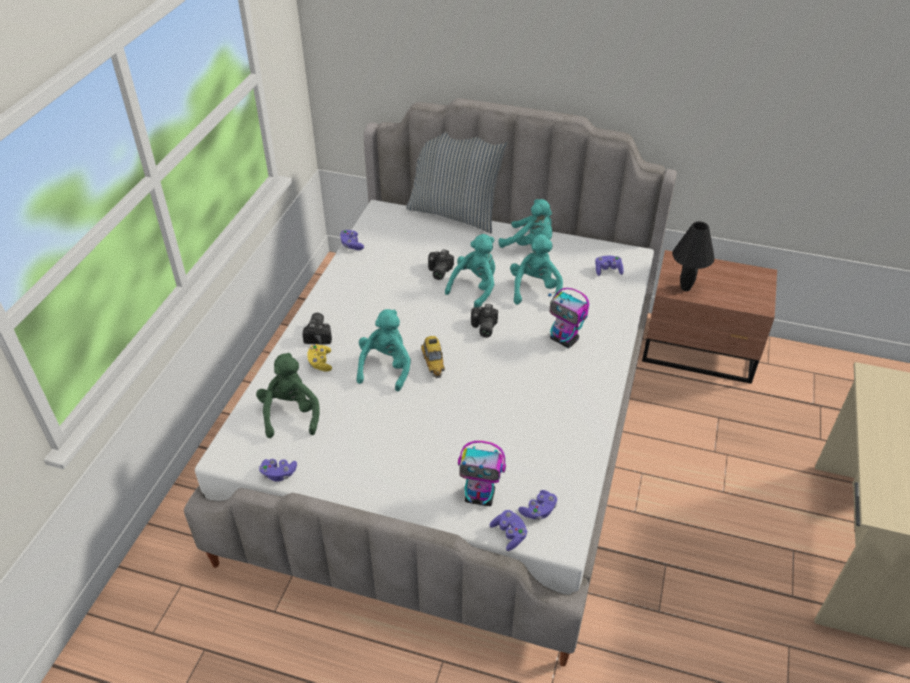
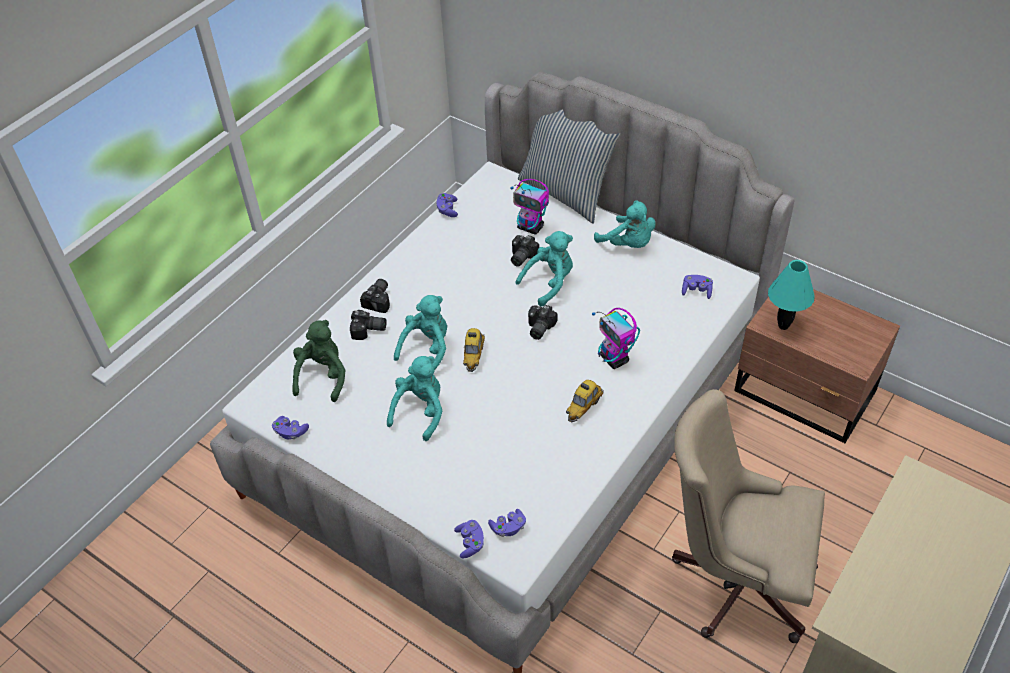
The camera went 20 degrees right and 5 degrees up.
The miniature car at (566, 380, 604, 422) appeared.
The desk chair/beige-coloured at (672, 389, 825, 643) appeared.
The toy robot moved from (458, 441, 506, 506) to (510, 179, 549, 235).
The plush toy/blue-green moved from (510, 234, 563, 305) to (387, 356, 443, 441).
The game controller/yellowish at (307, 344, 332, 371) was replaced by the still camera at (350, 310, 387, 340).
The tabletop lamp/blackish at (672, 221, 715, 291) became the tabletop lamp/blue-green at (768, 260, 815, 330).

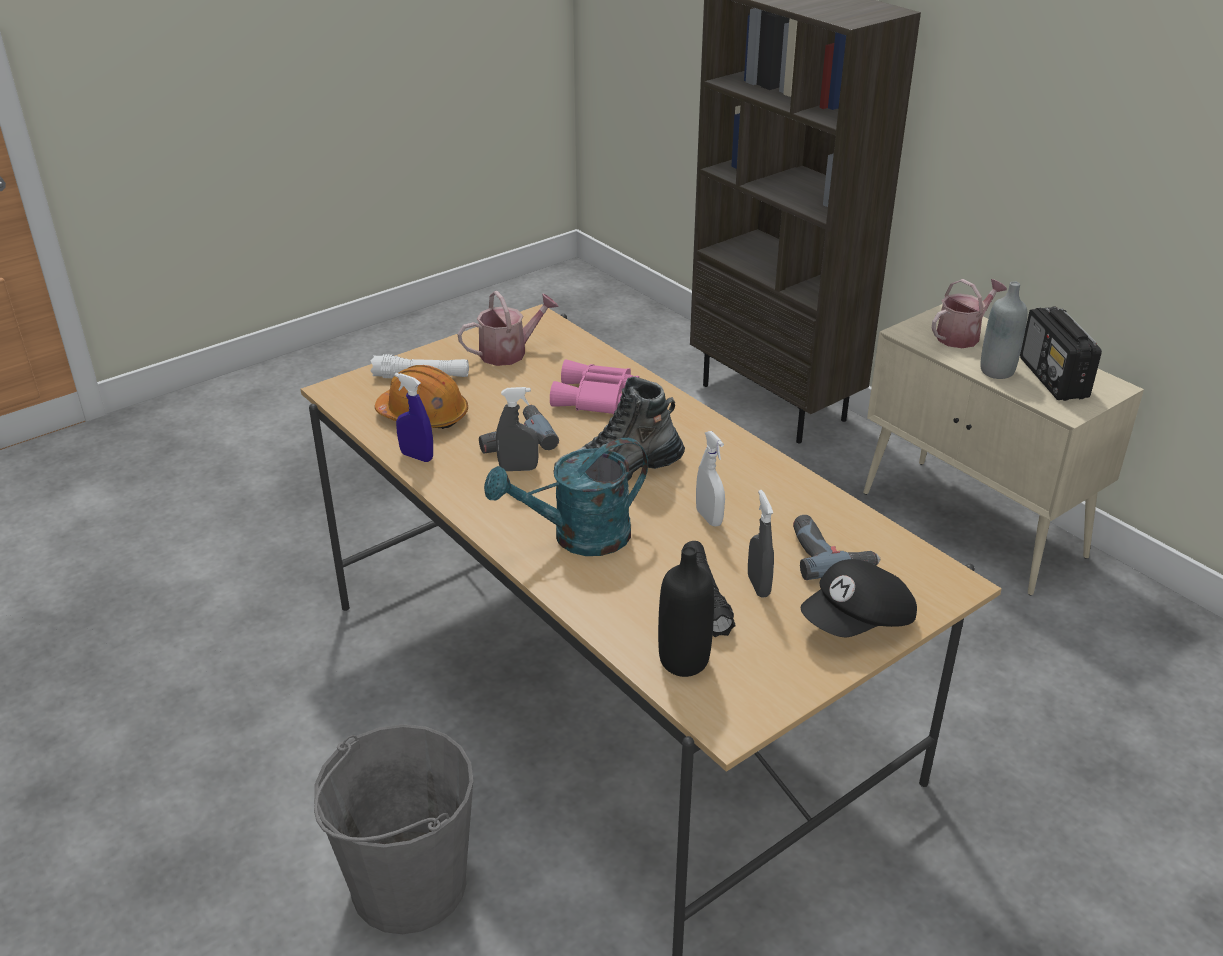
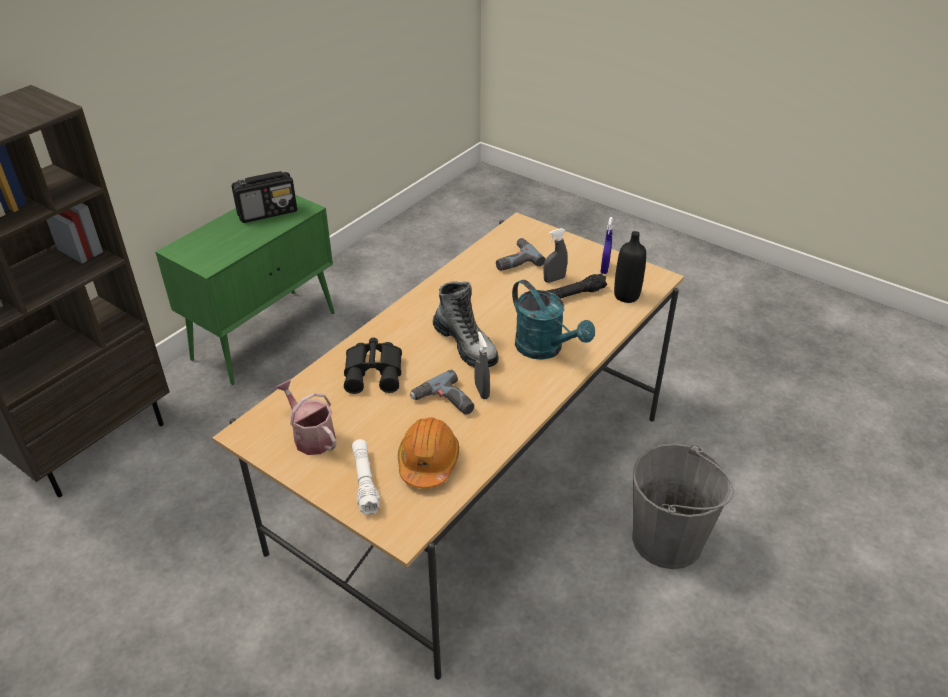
The camera went 105 degrees left and 5 degrees up.
The spray bottle/white at (696, 431, 725, 527) disappeared.
The peaked cap/blackish at (801, 559, 917, 637) disappeared.
The watering pot at (932, 279, 1007, 348) disappeared.
The bottle/grey at (981, 281, 1027, 379) disappeared.
The spray bottle/bluish moved from (395, 373, 433, 462) to (601, 217, 613, 274).
The field glasses/pinkish at (550, 359, 640, 415) became the field glasses/blackish at (344, 338, 402, 394).
The cabinet/beige-coloured at (863, 304, 1144, 595) became the cabinet/green-coloured at (155, 195, 335, 385).

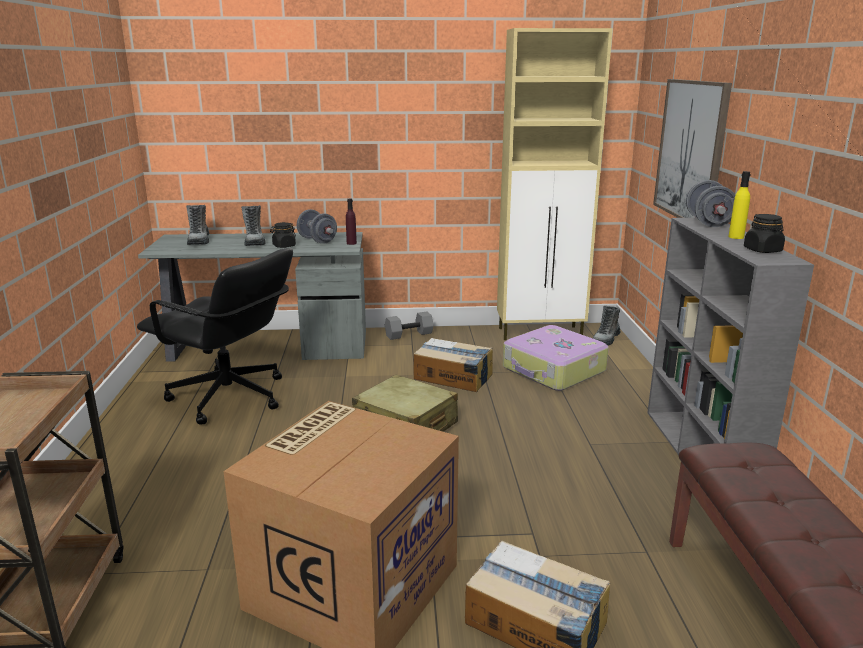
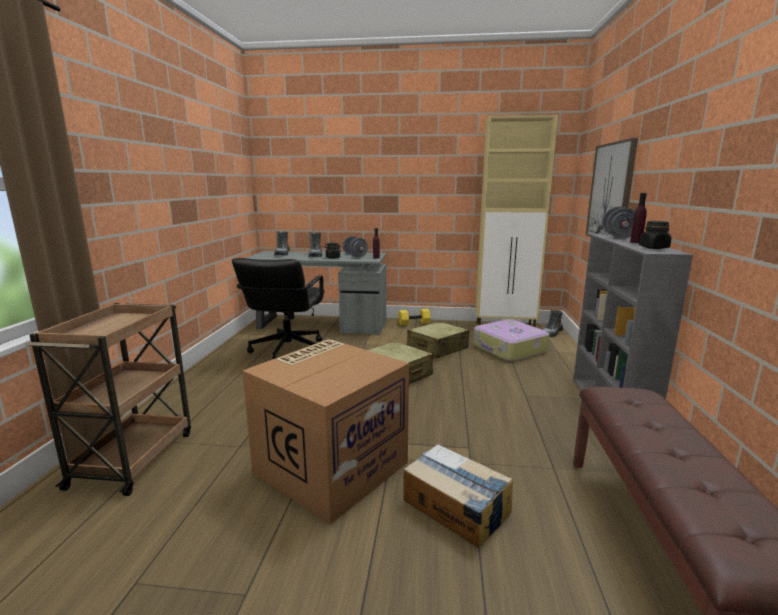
The camera went 10 degrees right and 5 degrees down.
The carton at (413, 338, 493, 392) was replaced by the piece of luggage/beige-coloured at (407, 322, 469, 358).
The hand weight/grey at (385, 312, 434, 340) became the hand weight/yellowish at (398, 309, 431, 325).
The bottle/yellowish at (728, 171, 751, 239) became the bottle/purple-coloured at (630, 193, 647, 243).
The desk chair/blackish at (137, 248, 293, 425) turned 60 degrees clockwise.

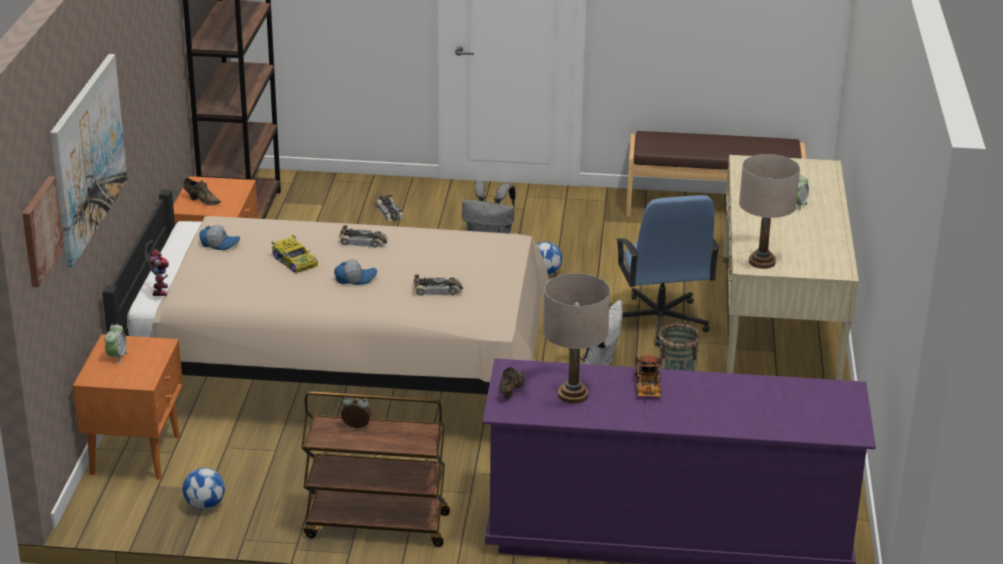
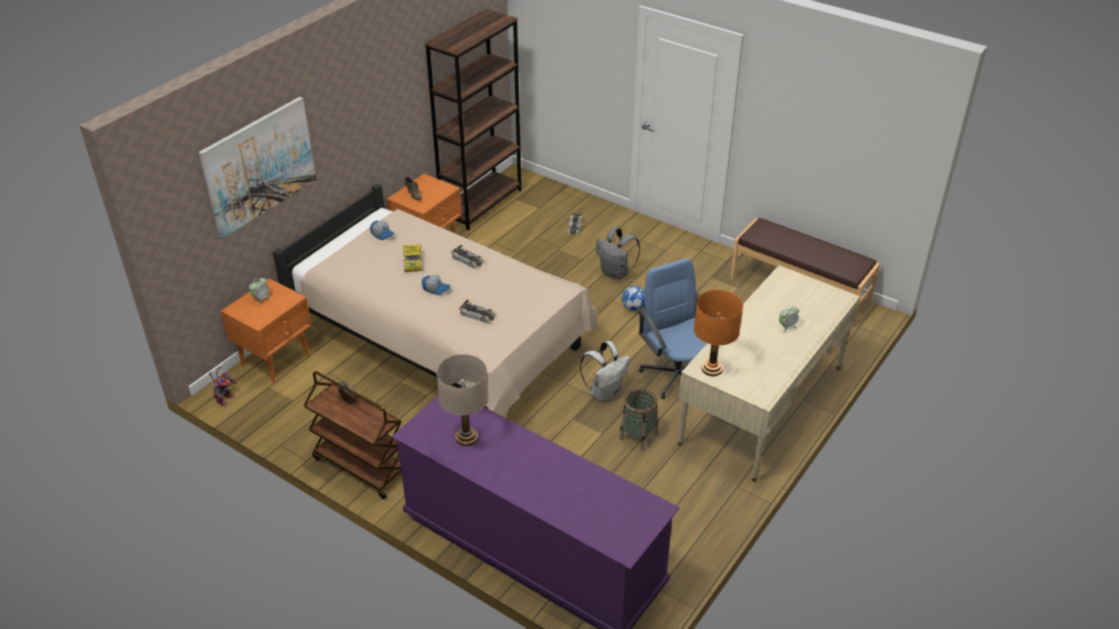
The camera went 30 degrees right and 10 degrees up.
The wall picture at (22, 176, 64, 287) disappeared.
The ball for football at (183, 468, 225, 510) disappeared.
The low shoe/brown-coloured at (499, 367, 525, 399) disappeared.
The toy truck at (635, 355, 662, 397) disappeared.
The toy robot moved from (142, 241, 169, 296) to (209, 367, 237, 406).
The tabletop lamp/beige-coloured at (739, 154, 800, 269) became the tabletop lamp/orange at (694, 290, 743, 376).
The desk chair/bluish at (615, 195, 720, 346) turned 135 degrees clockwise.

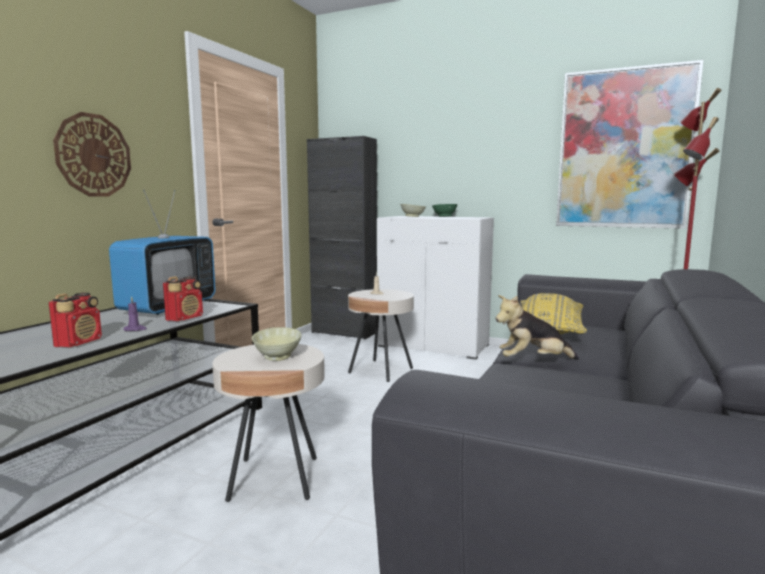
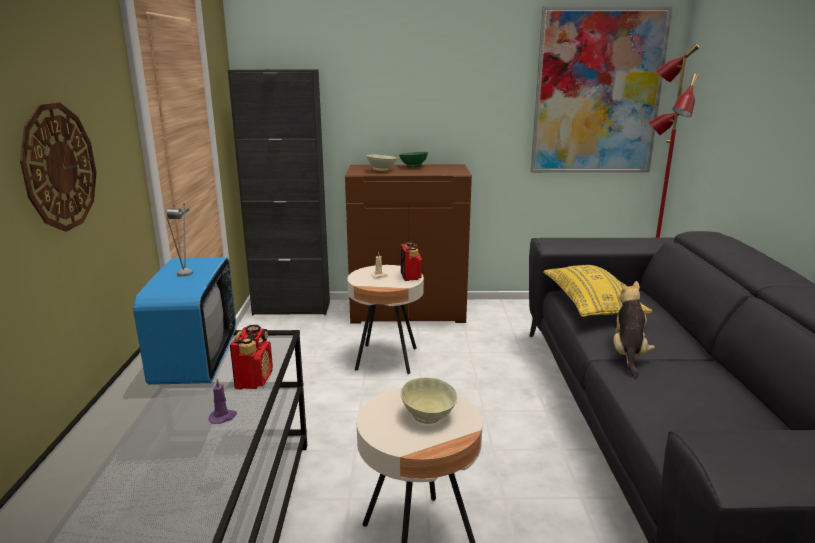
The camera went 25 degrees left and 10 degrees up.
The radio set moved from (49, 293, 102, 347) to (401, 241, 422, 281).
The cabinet/white at (377, 216, 494, 360) became the cabinet/brown-coloured at (345, 165, 472, 323).
The plush toy at (495, 295, 579, 360) turned 135 degrees clockwise.

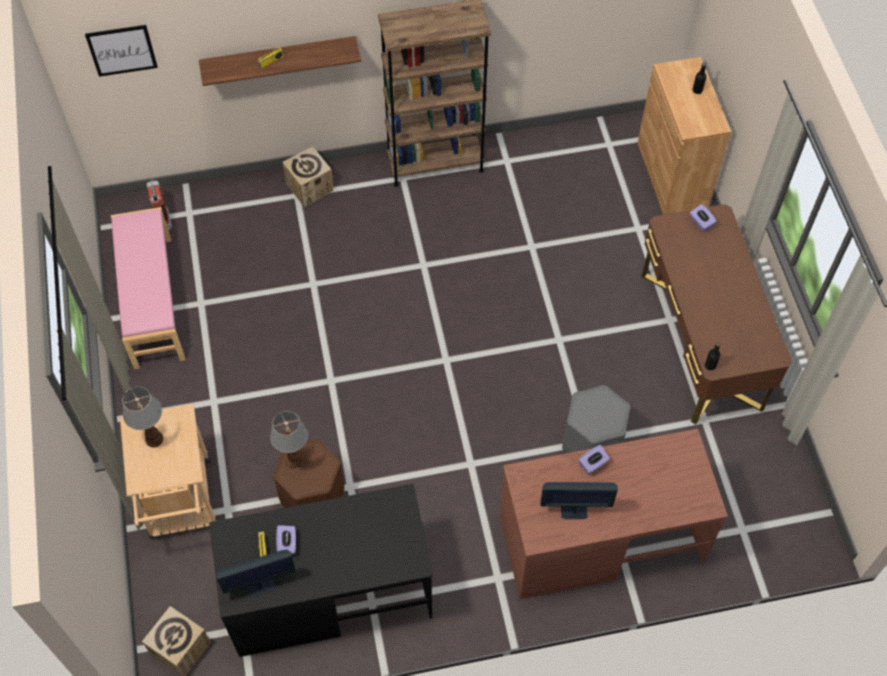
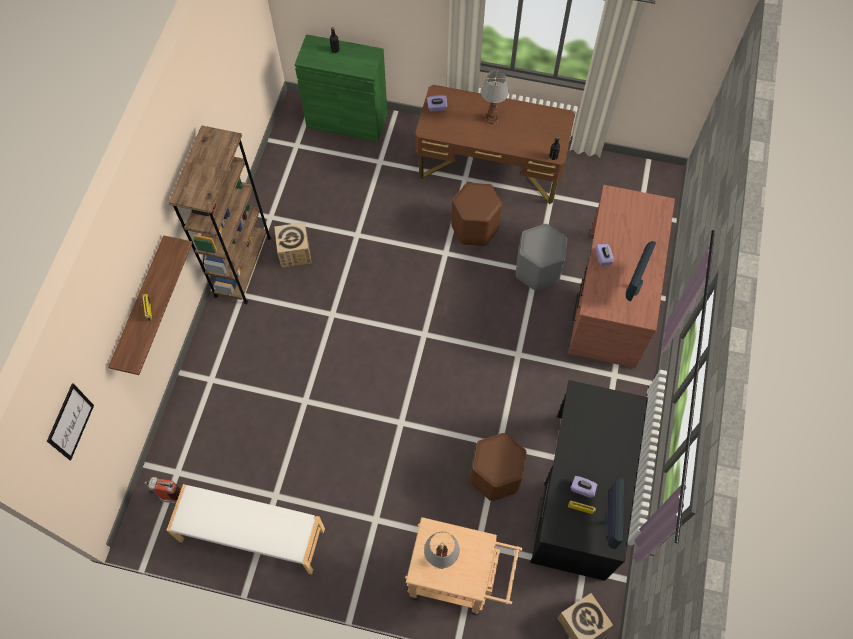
The camera went 65 degrees left and 5 degrees up.
The sitting stool/brown-coloured at (451, 182, 502, 246) appeared.
The tabletop lamp moved from (270, 411, 308, 469) to (481, 70, 509, 124).
The carton moved from (282, 146, 333, 207) to (274, 222, 312, 268).
The bench/pinkish at (111, 207, 186, 369) became the bench/white at (166, 484, 325, 574).
The cabinet/brown-coloured at (638, 57, 731, 215) became the cabinet/green-coloured at (295, 34, 387, 142).

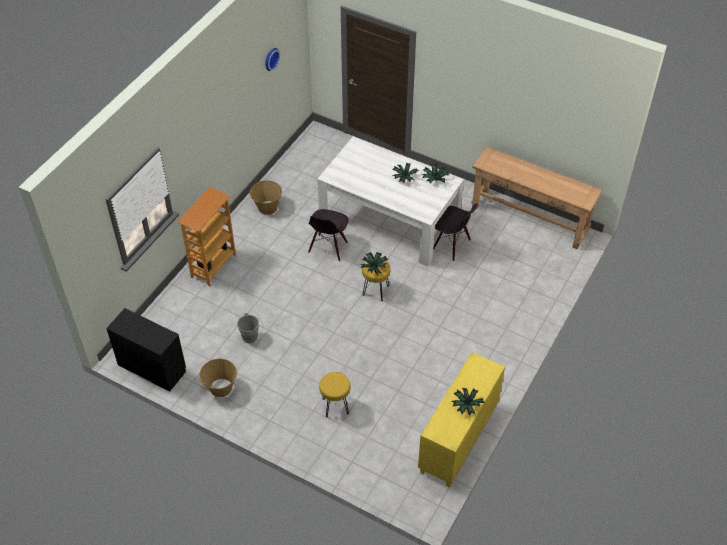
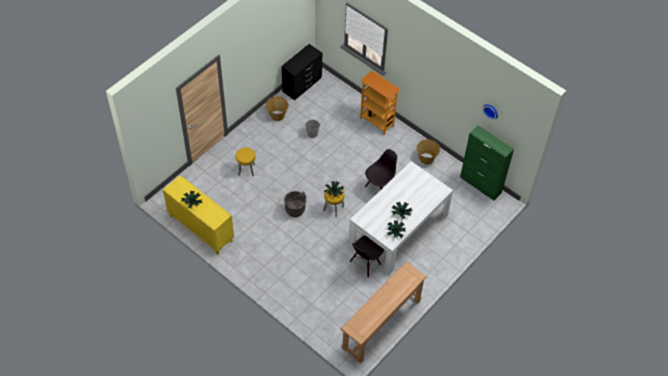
The camera went 100 degrees right and 5 degrees up.
The bucket/grey at (284, 191, 306, 217) appeared.
The cabinet/green-coloured at (460, 125, 514, 200) appeared.
The chair/blackish at (308, 209, 349, 262) turned 105 degrees clockwise.

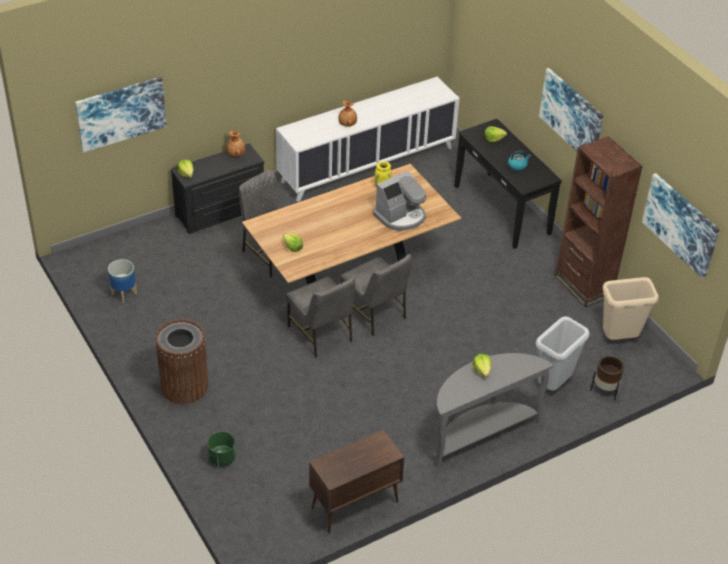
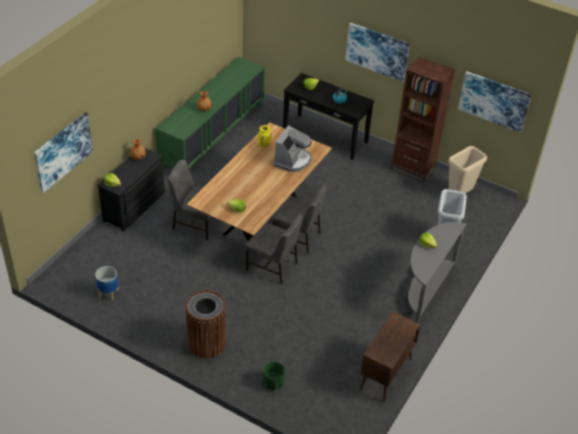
The camera went 30 degrees left and 0 degrees up.
The planter/brown-coloured at (590, 356, 624, 401) disappeared.
The cabinet/white at (276, 77, 460, 202) became the cabinet/green-coloured at (155, 57, 265, 170).

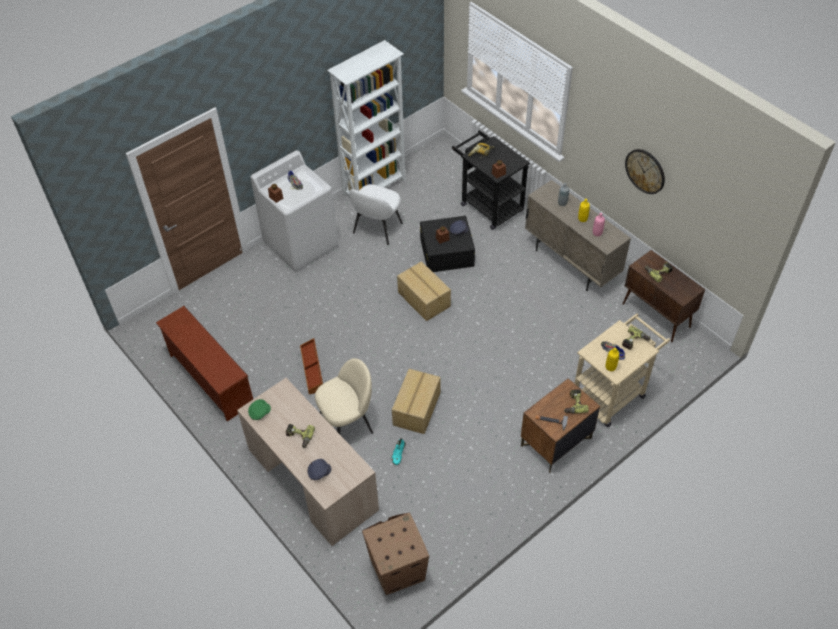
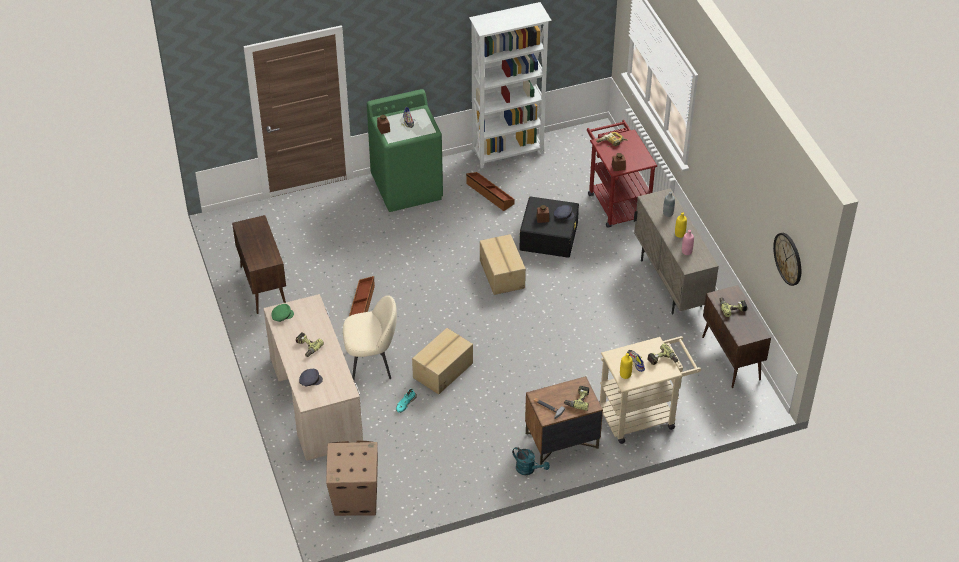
The camera went 20 degrees right and 5 degrees down.
The watering pot/blue-green at (512, 447, 550, 475) appeared.
The clock on the wall moved from (625, 149, 665, 194) to (773, 233, 801, 286).
The shoe rack/brown-coloured at (156, 306, 253, 421) was replaced by the cabinet/brown-coloured at (232, 215, 286, 314).
The chair/white at (349, 184, 403, 245) was replaced by the storage bin/brown-coloured at (466, 172, 515, 211).
The laundry machine/white at (250, 150, 338, 272) became the laundry machine/green-coloured at (367, 89, 443, 212).
The cart/blackish at (452, 130, 530, 230) became the cart/red-coloured at (587, 120, 657, 228).

